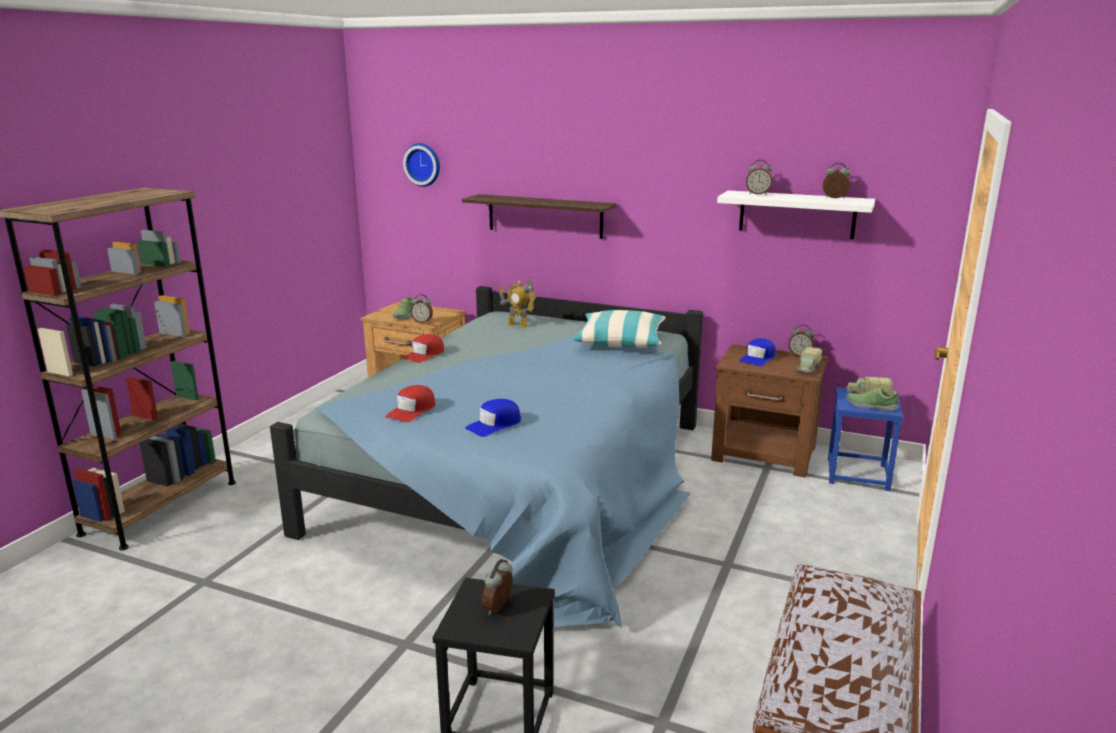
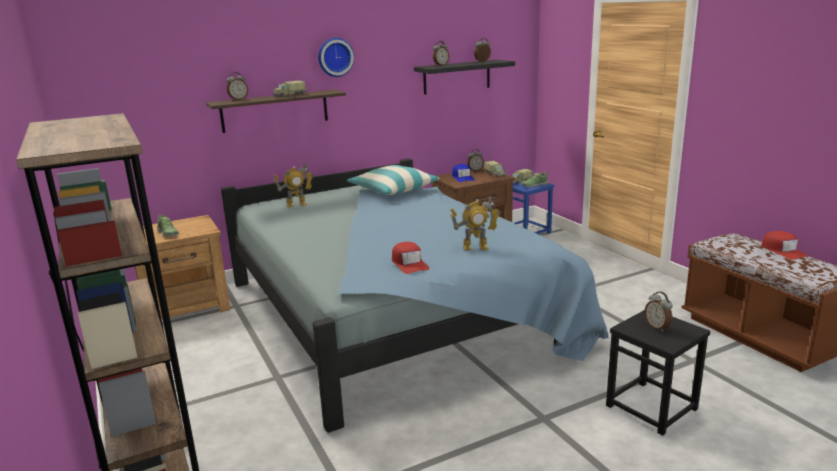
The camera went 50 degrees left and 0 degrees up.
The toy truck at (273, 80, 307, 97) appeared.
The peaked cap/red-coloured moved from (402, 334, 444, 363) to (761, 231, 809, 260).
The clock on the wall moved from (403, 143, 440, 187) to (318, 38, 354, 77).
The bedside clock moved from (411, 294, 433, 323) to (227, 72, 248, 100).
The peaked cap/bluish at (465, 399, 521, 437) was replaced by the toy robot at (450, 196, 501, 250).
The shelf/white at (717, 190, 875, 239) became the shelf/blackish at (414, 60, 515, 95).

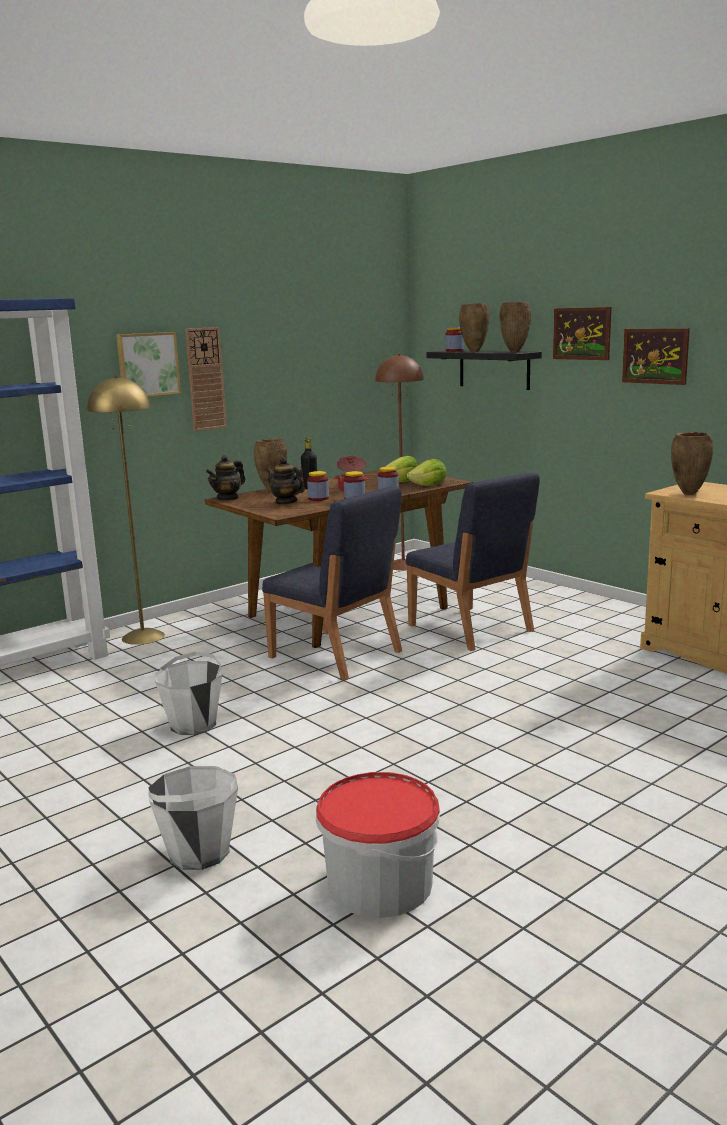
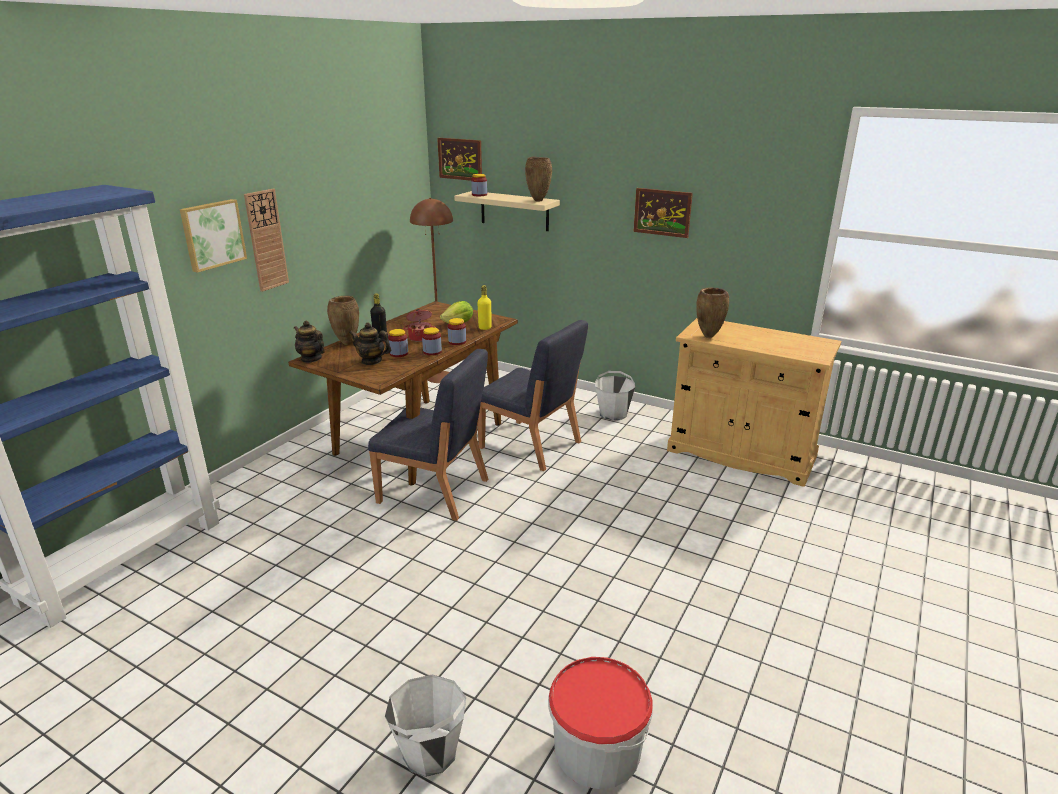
The camera went 20 degrees left and 10 degrees up.
The floor lamp/yellowish at (87, 376, 165, 645) disappeared.
The vase/brown-coloured at (459, 303, 490, 352) disappeared.
The bucket/white moved from (155, 652, 222, 735) to (595, 371, 635, 421).
The wall picture moved from (553, 307, 611, 360) to (437, 138, 482, 181).
The head of lettuce at (407, 459, 447, 486) was replaced by the bottle/yellowish at (477, 285, 491, 330).
The shelf/blackish at (427, 350, 542, 390) became the shelf/beige-coloured at (454, 191, 560, 231).
The tea pot at (206, 455, 245, 501) turned 105 degrees clockwise.

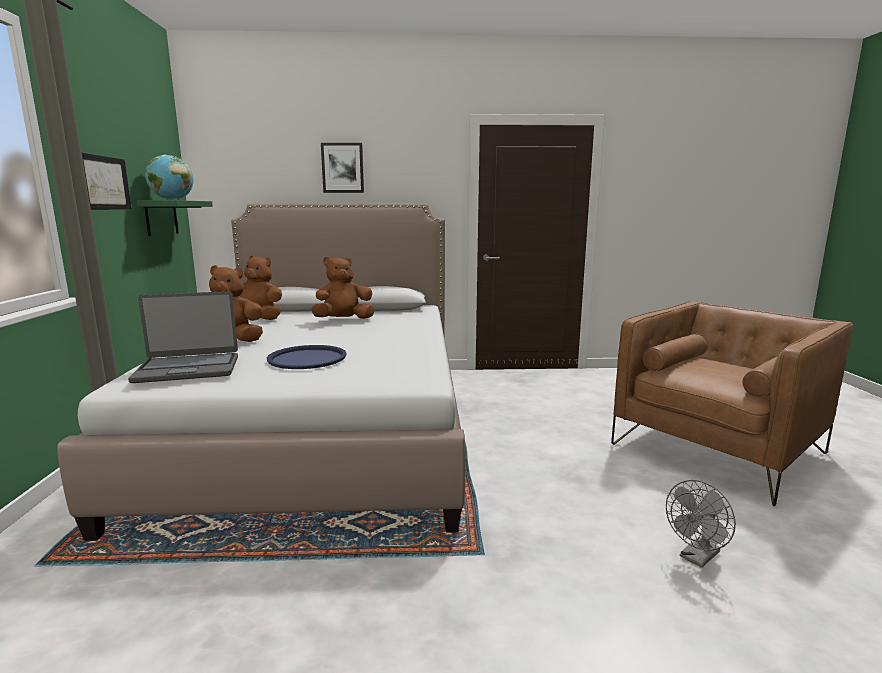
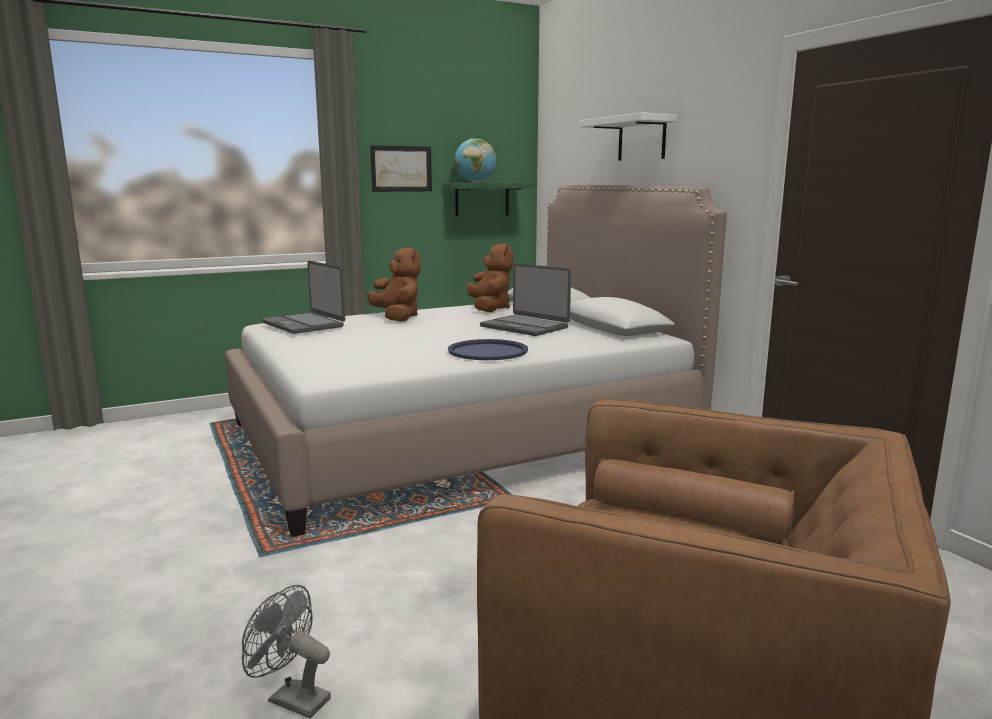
The camera went 65 degrees right and 0 degrees up.
The carrying tray/bluish moved from (267, 345, 346, 369) to (448, 339, 528, 360).
The plush toy/brown-coloured at (311, 257, 375, 319) was replaced by the notebook computer at (480, 263, 571, 336).
The wall picture at (321, 143, 364, 193) was replaced by the shelf/white at (579, 112, 677, 160).

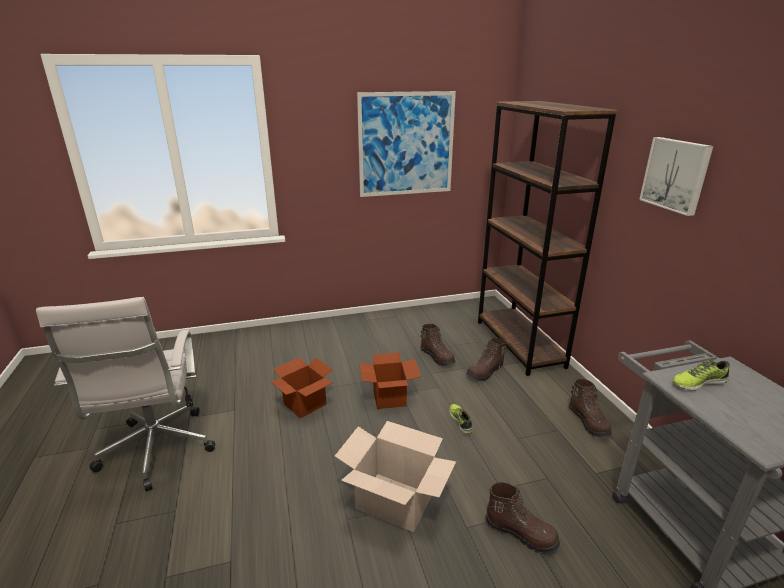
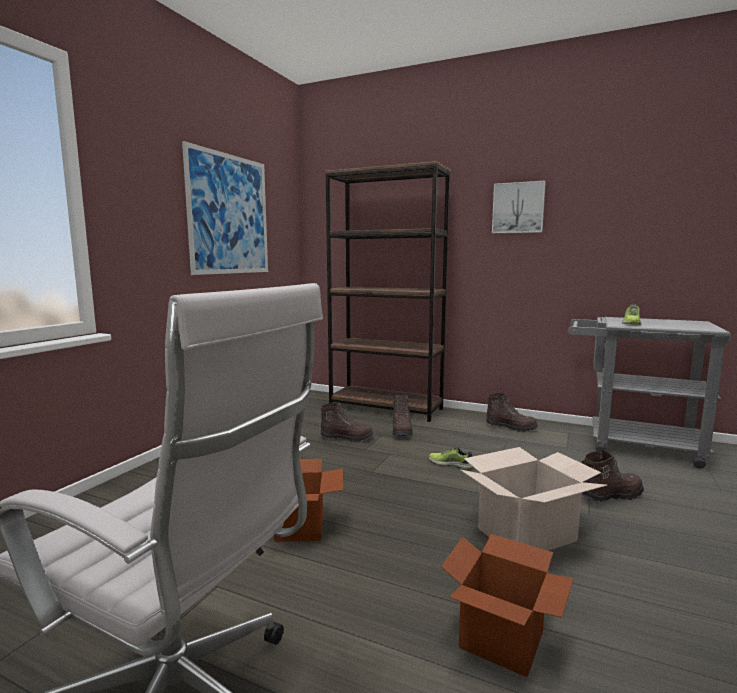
The camera went 50 degrees left and 15 degrees down.
The carton moved from (359, 353, 421, 409) to (441, 534, 573, 677).

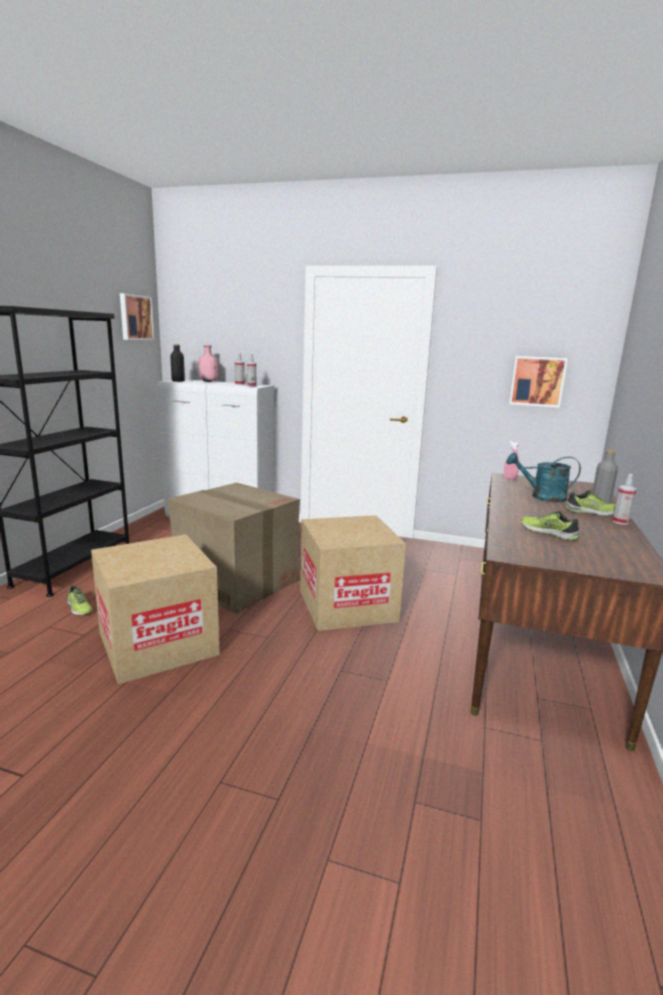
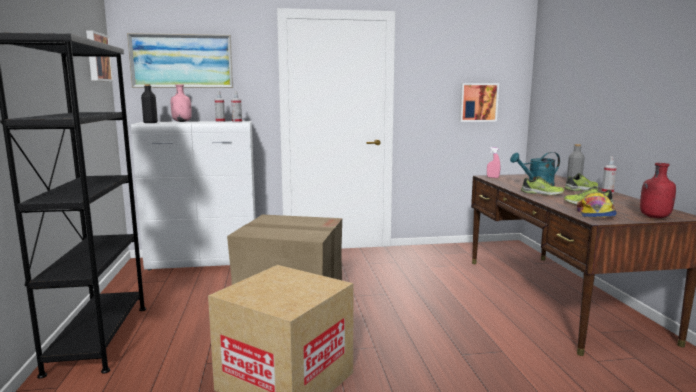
The camera went 25 degrees left and 5 degrees down.
The carton at (300, 515, 406, 631) disappeared.
The wall picture at (127, 33, 233, 88) appeared.
The peaked cap at (577, 192, 617, 217) appeared.
The bottle/red-coloured at (640, 163, 676, 218) appeared.
The low shoe moved from (67, 585, 93, 615) to (521, 176, 564, 195).

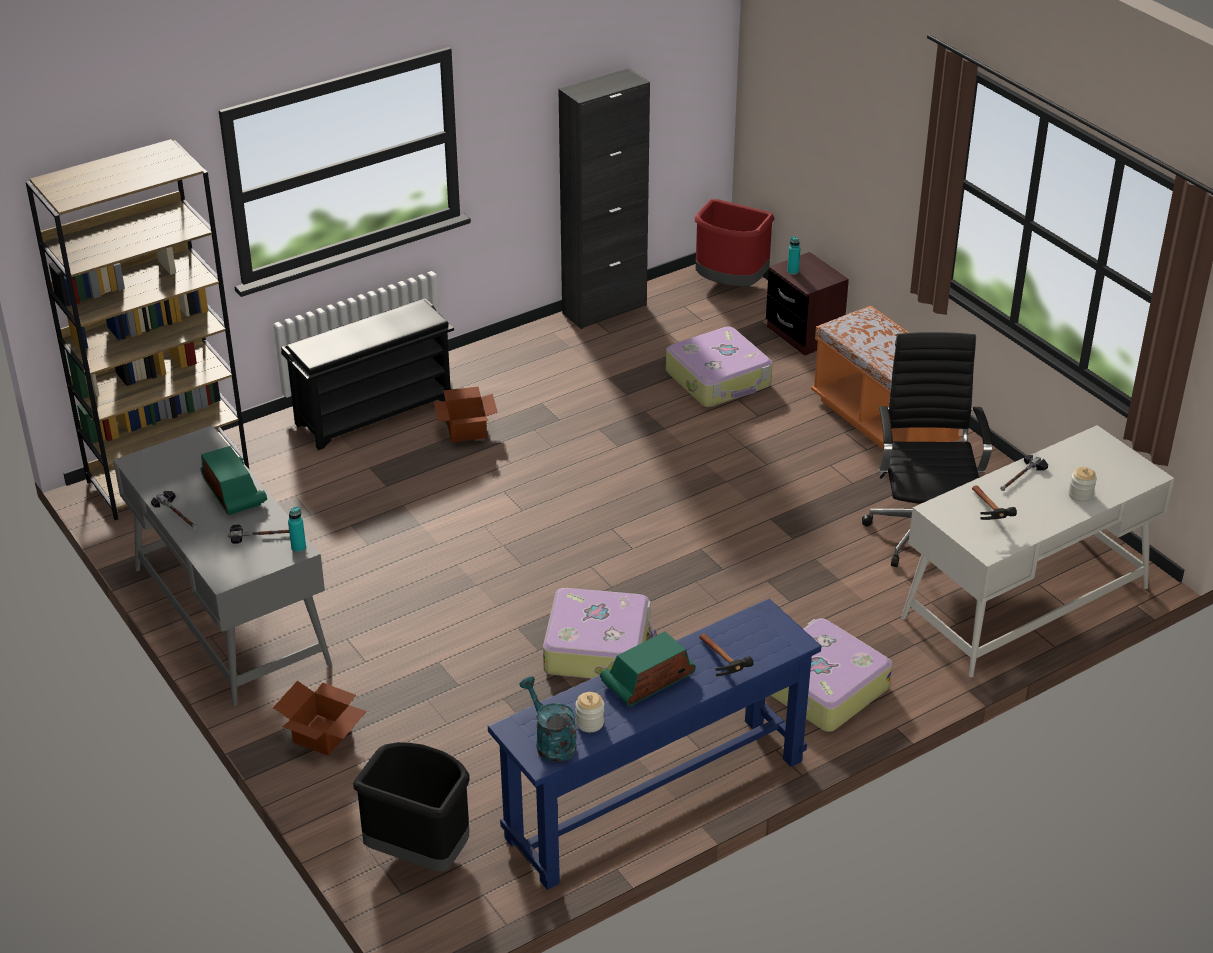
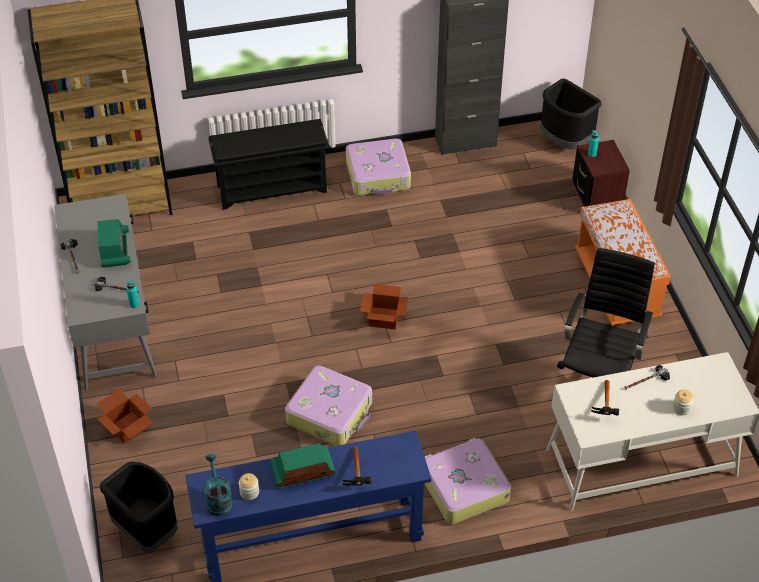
The camera went 20 degrees right and 10 degrees up.
The carton moved from (434, 387, 498, 442) to (360, 284, 408, 329).
The piece of luggage moved from (666, 327, 773, 407) to (346, 139, 411, 196).
The waste bin/red-coloured at (695, 199, 775, 287) became the waste bin/blackish at (540, 79, 602, 149).

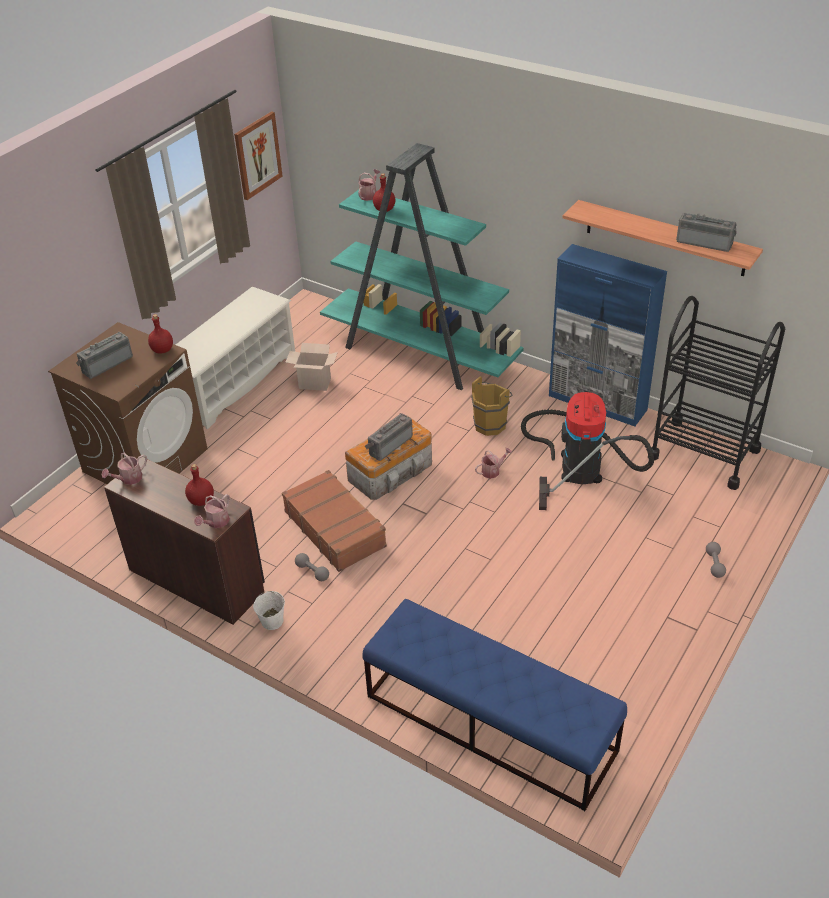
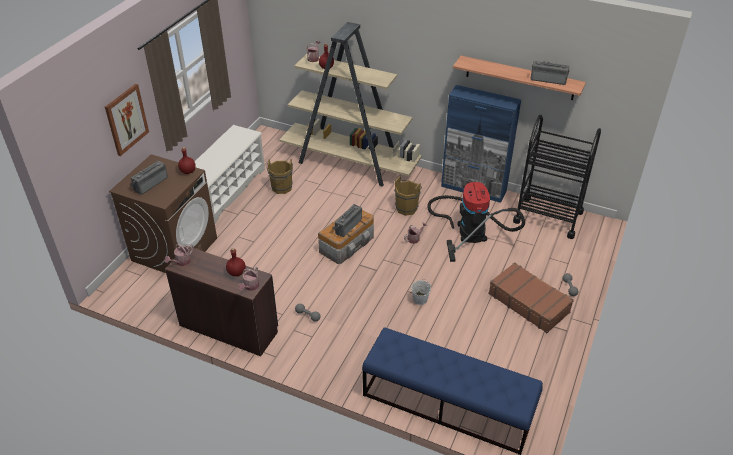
The camera went 10 degrees left and 0 degrees up.
The wall picture moved from (234, 111, 283, 200) to (105, 84, 149, 156).
The bucket/white moved from (253, 591, 285, 630) to (411, 279, 431, 305).
The piece of luggage/brown-coloured moved from (282, 470, 387, 572) to (488, 262, 574, 333).
The carton at (285, 343, 338, 391) was replaced by the bucket/brown-coloured at (267, 159, 293, 194).
The bookshelf/blue-green at (320, 143, 524, 390) became the bookshelf/beige-coloured at (279, 22, 422, 187).

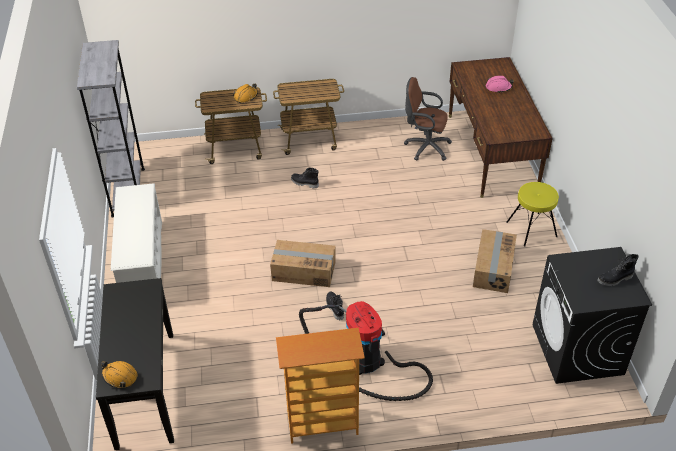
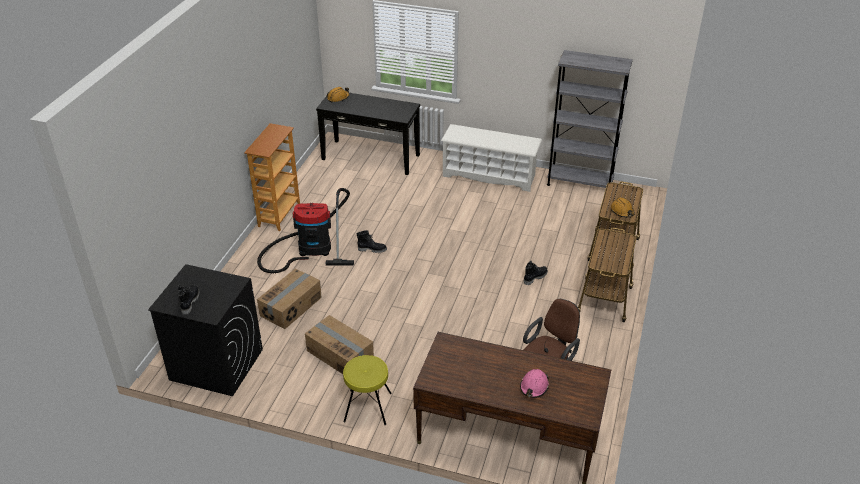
The camera went 115 degrees right and 5 degrees down.
The carton moved from (270, 240, 336, 287) to (257, 269, 322, 329).

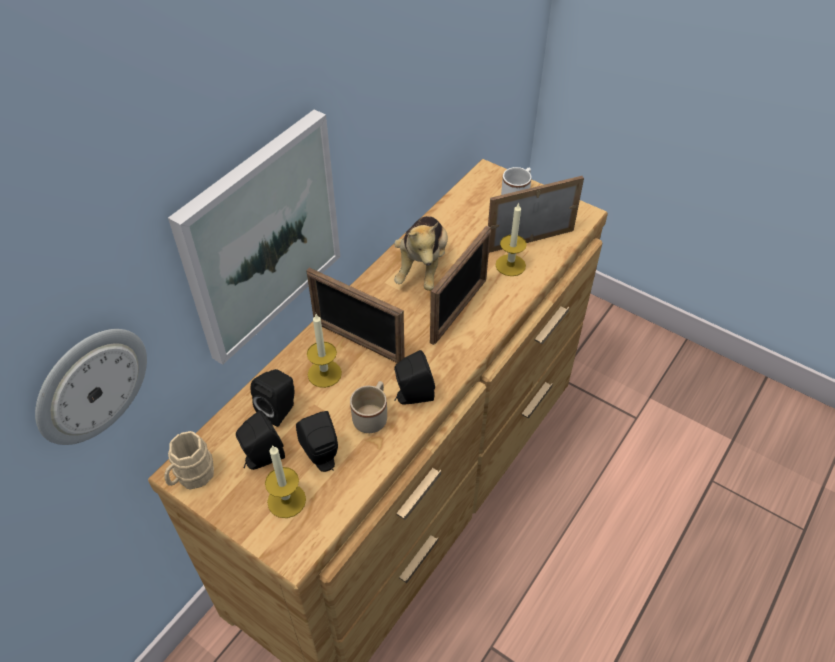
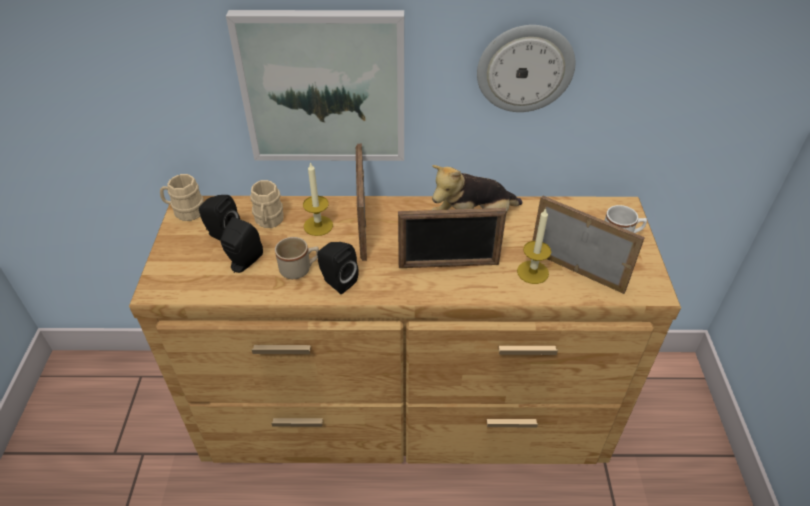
The camera went 55 degrees right and 5 degrees down.
The wax candle at (265, 445, 306, 518) disappeared.
The clock on the wall moved from (35, 329, 147, 445) to (477, 25, 575, 112).
The audio speaker/blackish at (251, 369, 294, 427) was replaced by the coffee mug/beige-coloured at (250, 180, 284, 228).

